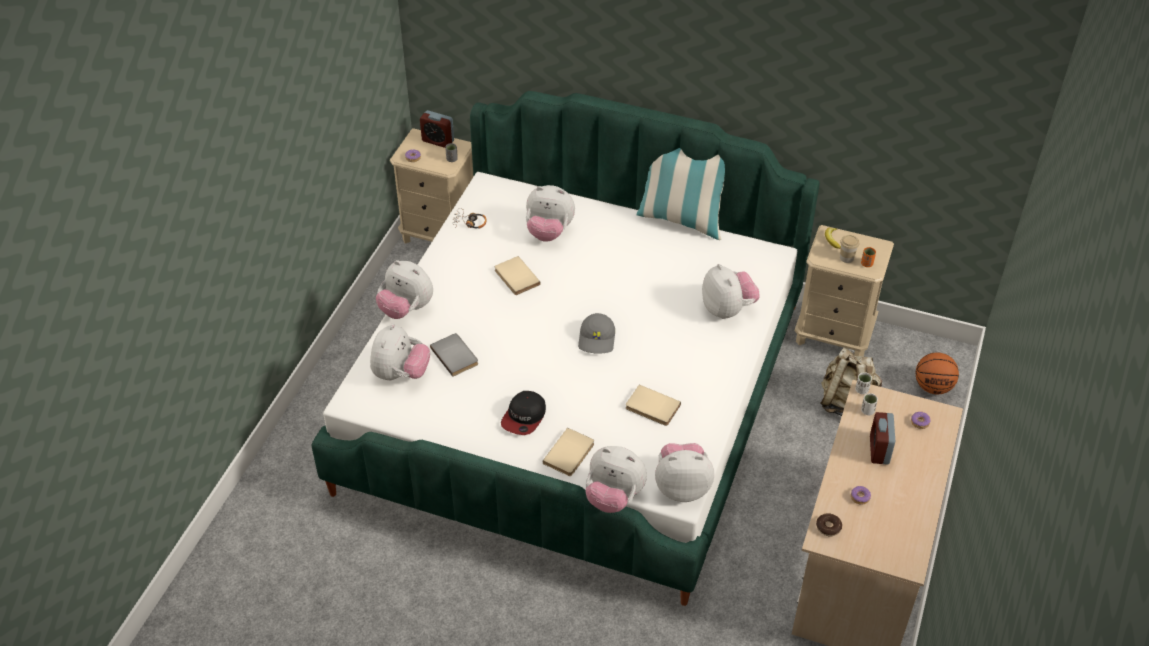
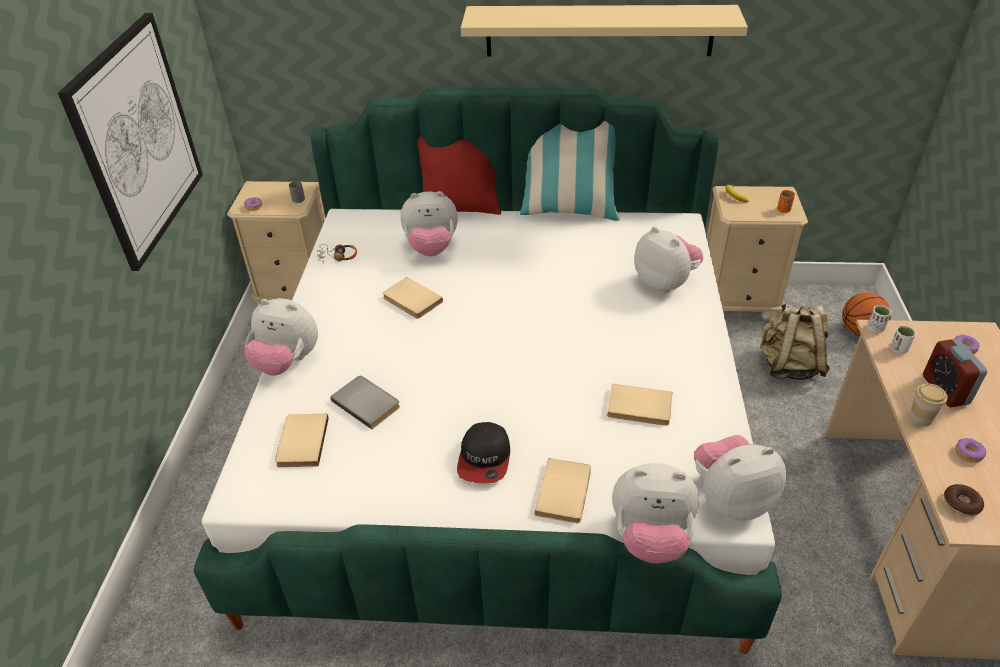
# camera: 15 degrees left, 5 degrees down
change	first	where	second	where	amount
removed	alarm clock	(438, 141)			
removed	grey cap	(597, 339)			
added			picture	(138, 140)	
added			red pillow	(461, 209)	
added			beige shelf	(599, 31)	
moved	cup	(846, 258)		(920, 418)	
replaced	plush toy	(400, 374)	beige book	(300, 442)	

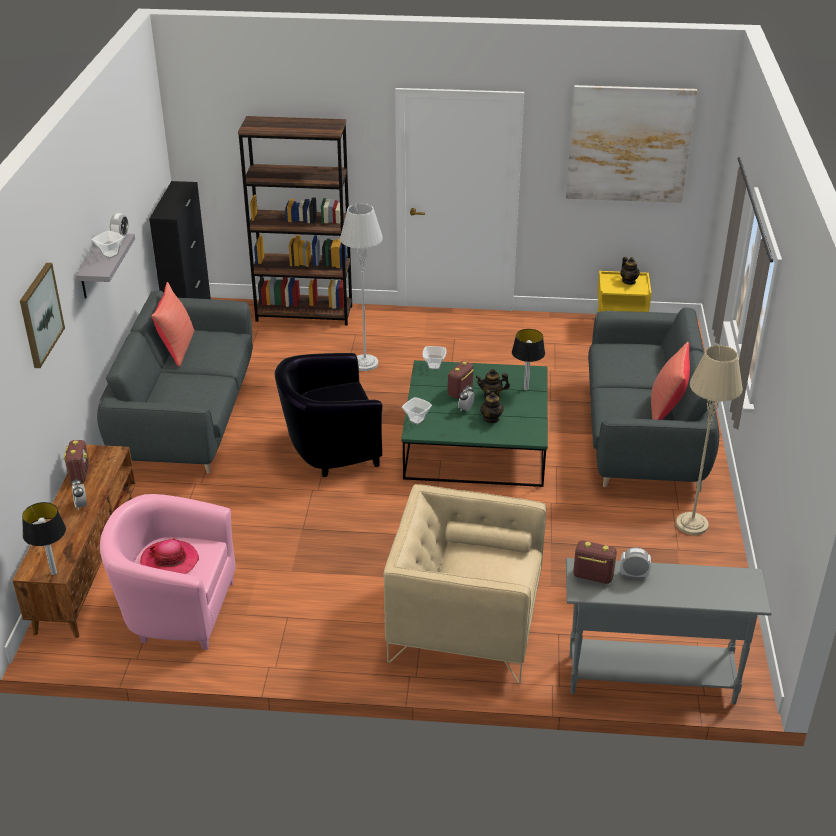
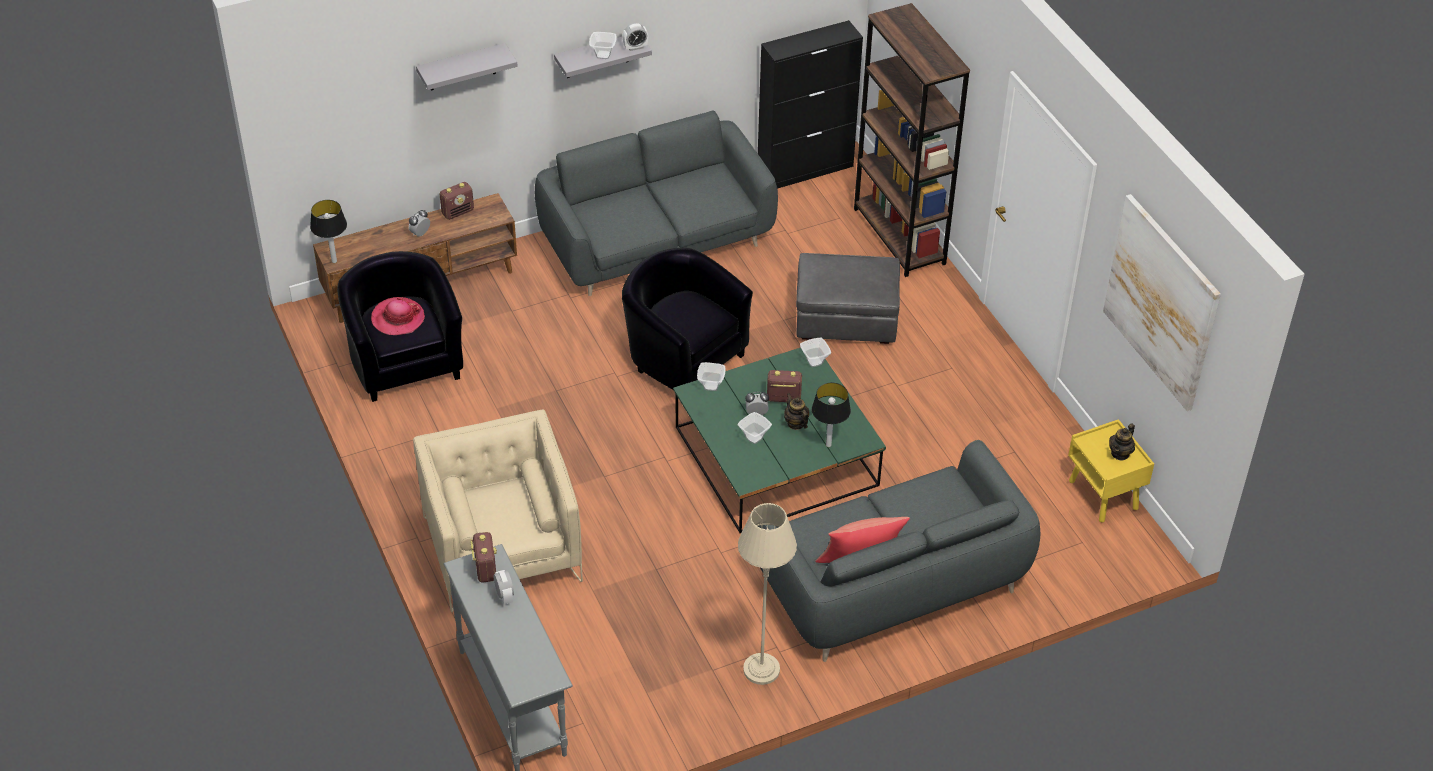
# camera: 60 degrees right, 10 degrees up
change	first	where	second	where	amount
removed	red pillow	(177, 348)			
replaced	picture	(40, 314)	grey shelf	(462, 67)	
replaced	grey floor lamp	(365, 363)	grey ottoman	(846, 320)	
replaced	teapot	(491, 418)	bowl	(755, 438)	
recoloured	pink armchair	(175, 609)	black armchair	(404, 361)	

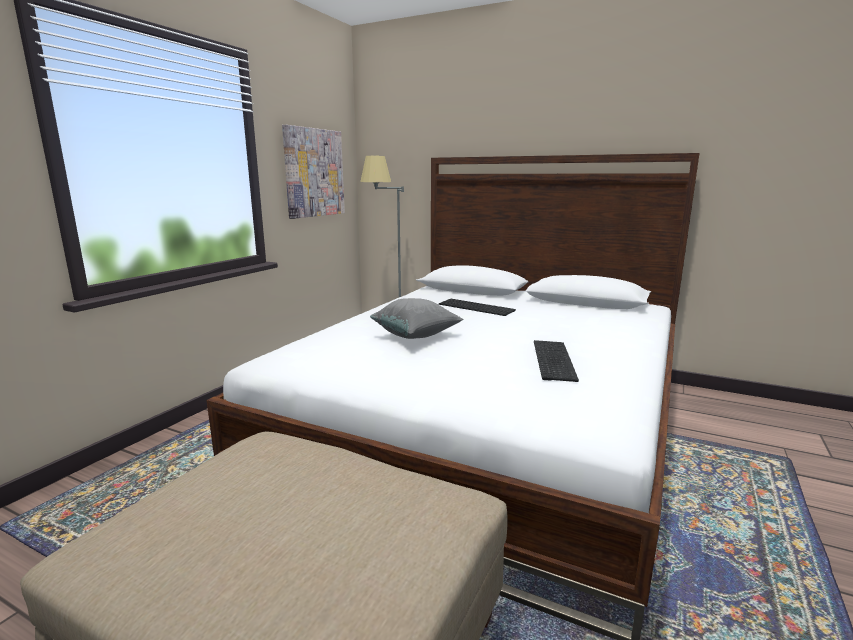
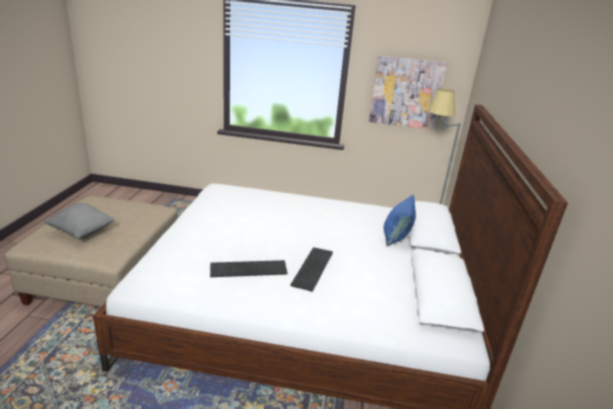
# camera: 70 degrees right, 10 degrees up
change	first	where	second	where	amount
added			blue pillow	(396, 237)	
moved	grey pillow	(415, 336)		(81, 231)	
moved	keyboard	(477, 307)		(314, 269)	

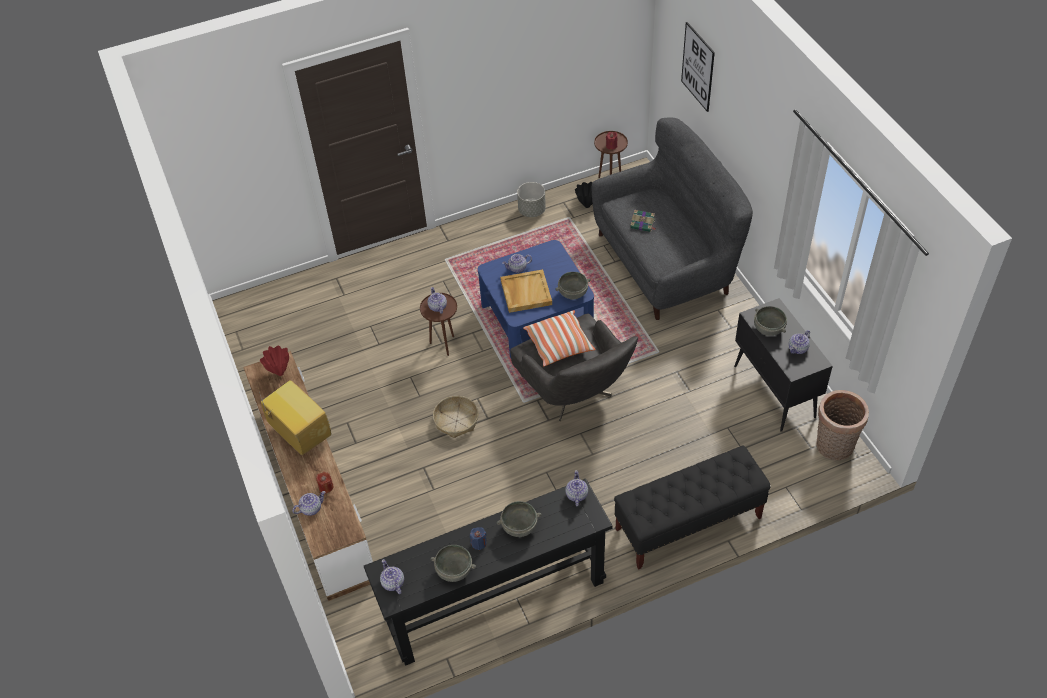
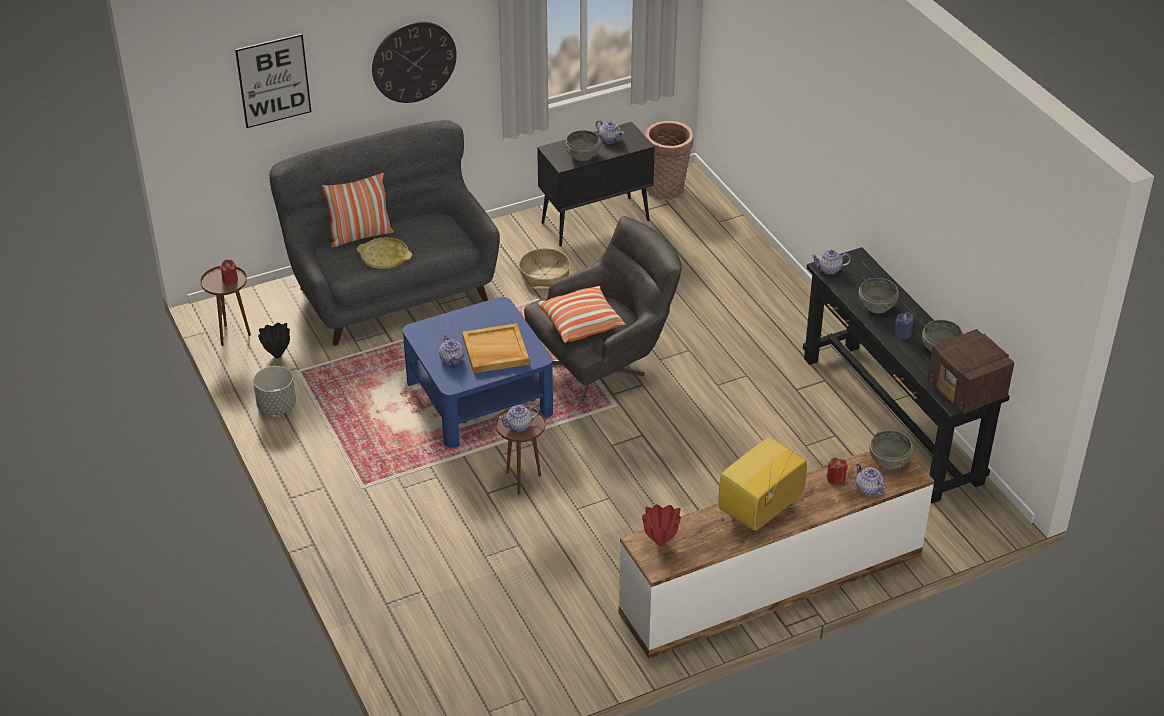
# camera: 95 degrees left, 10 degrees down
change	first	where	second	where	amount
removed	black bench	(688, 524)			
added			pillow	(360, 236)	
added			wall clock	(414, 62)	
moved	basket	(456, 421)		(545, 274)	
moved	grey bowl	(573, 293)		(889, 461)	
replaced	teapot	(392, 583)	radio	(966, 392)	
replaced	book	(643, 224)	yellow tray	(384, 257)	

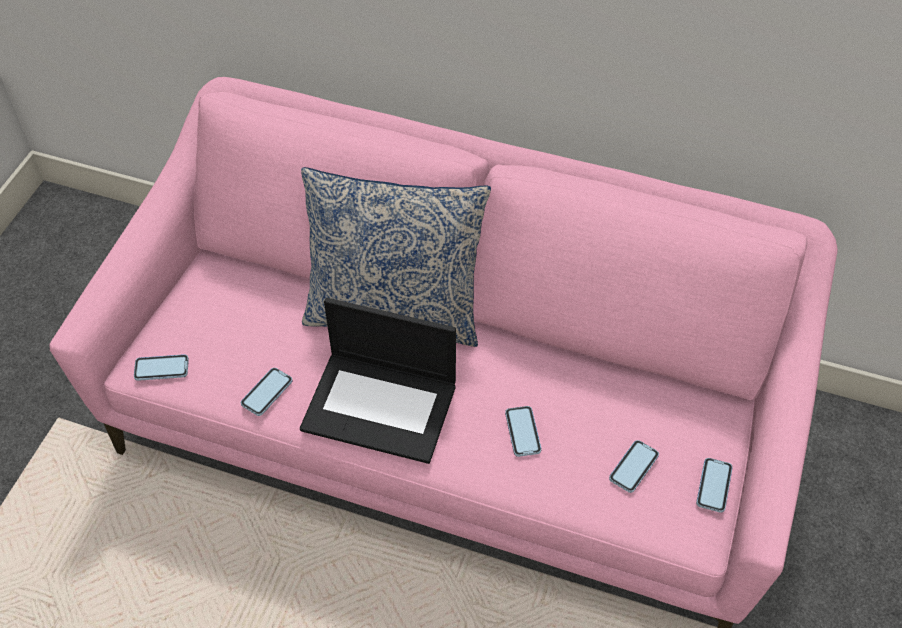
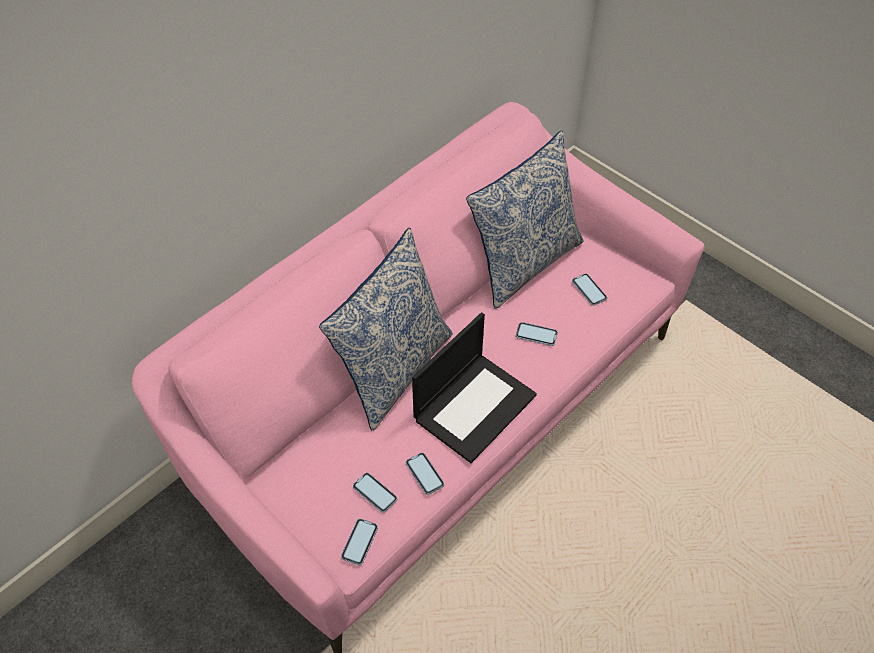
# camera: 65 degrees left, 0 degrees up
change	first	where	second	where	amount
added			pillow	(523, 262)	
moved	phone	(714, 486)		(375, 493)	

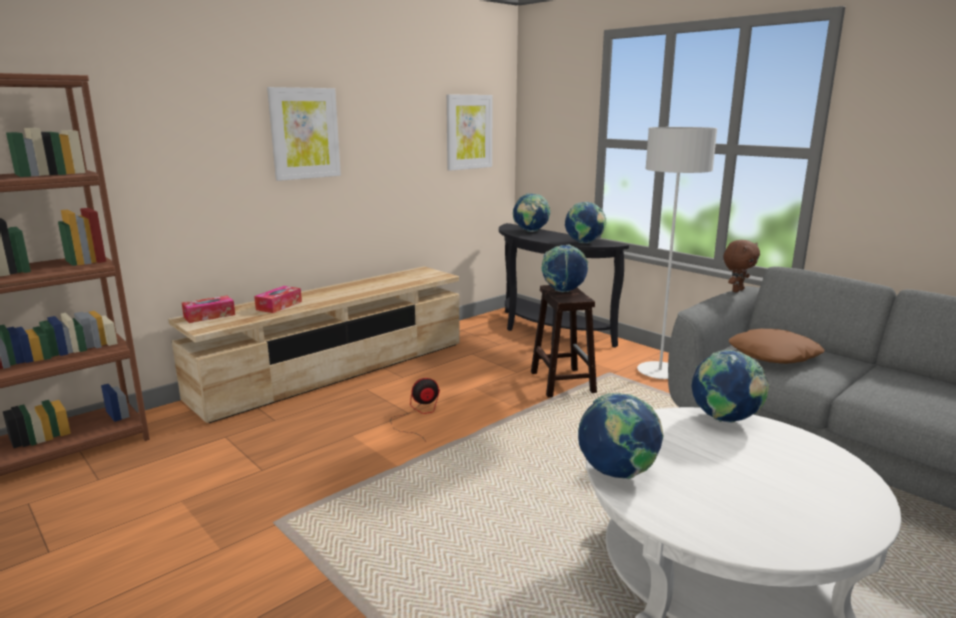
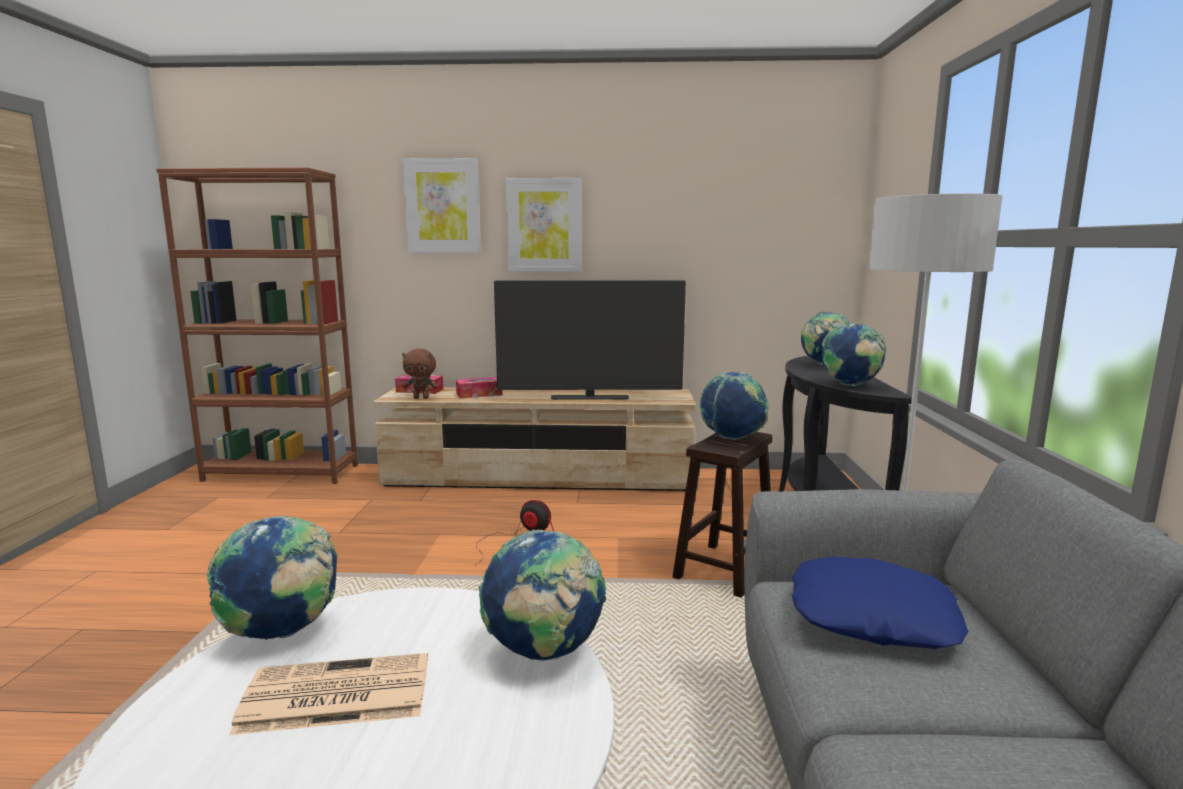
# camera: 45 degrees right, 5 degrees down
change	first	where	second	where	amount
added			newspaper	(333, 695)	
added			television	(589, 398)	
moved	picture	(469, 132)		(442, 206)	
moved	brown plush toy	(737, 290)		(421, 398)	
recoloured	brown pillow	(773, 354)	blue pillow	(872, 616)	

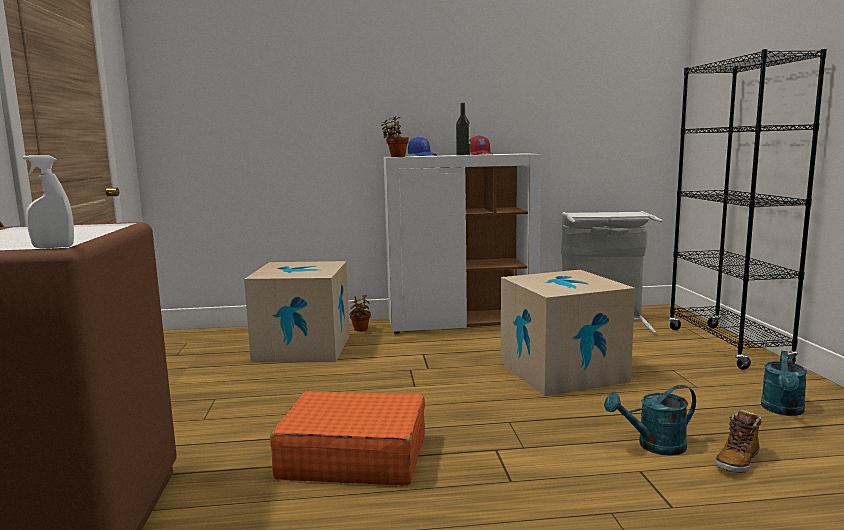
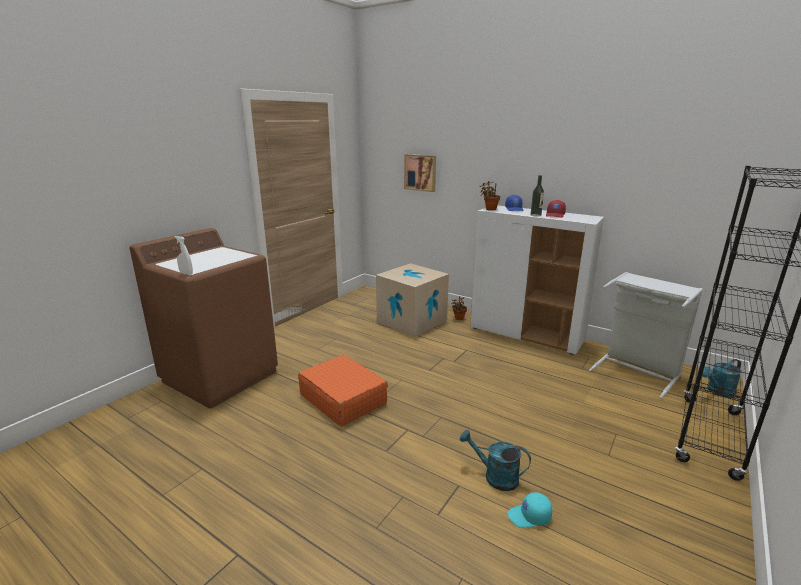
# camera: 40 degrees right, 10 degrees up
change	first	where	second	where	amount
removed	cardboard box	(562, 372)			
added			picture	(420, 172)	
moved	turquoise watering can	(783, 410)		(717, 392)	
replaced	boot	(737, 461)	turquoise cap	(529, 517)	

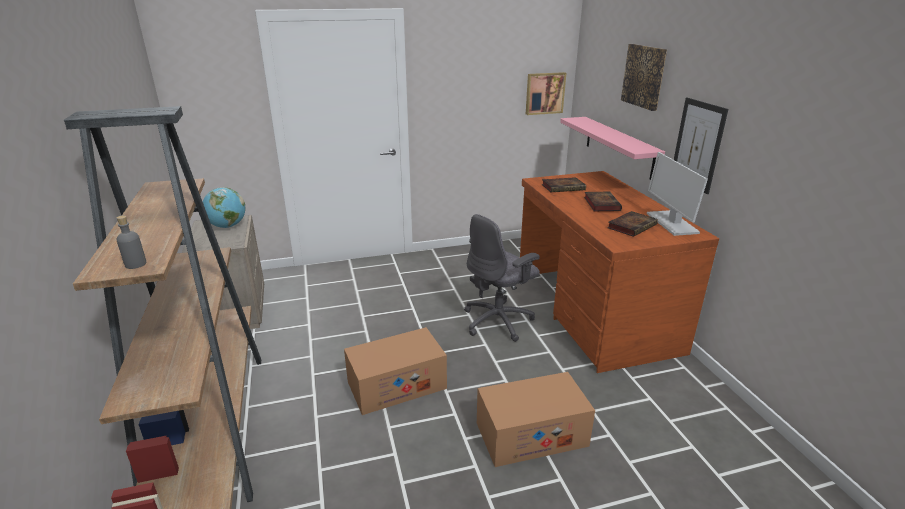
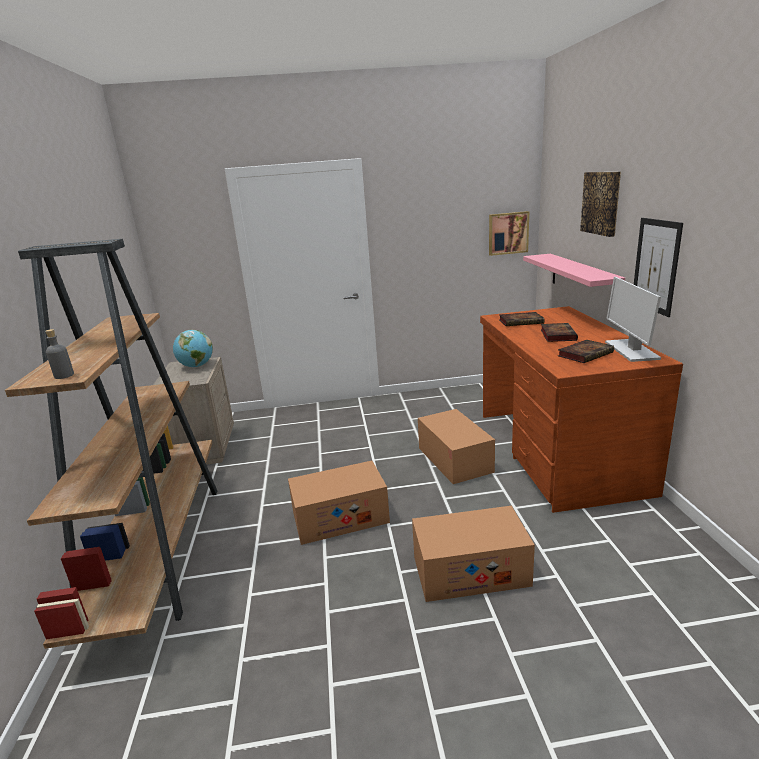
# camera: 10 degrees right, 5 degrees down
change	first	where	second	where	amount
replaced	grey office chair	(498, 321)	cardboard box	(454, 459)	

